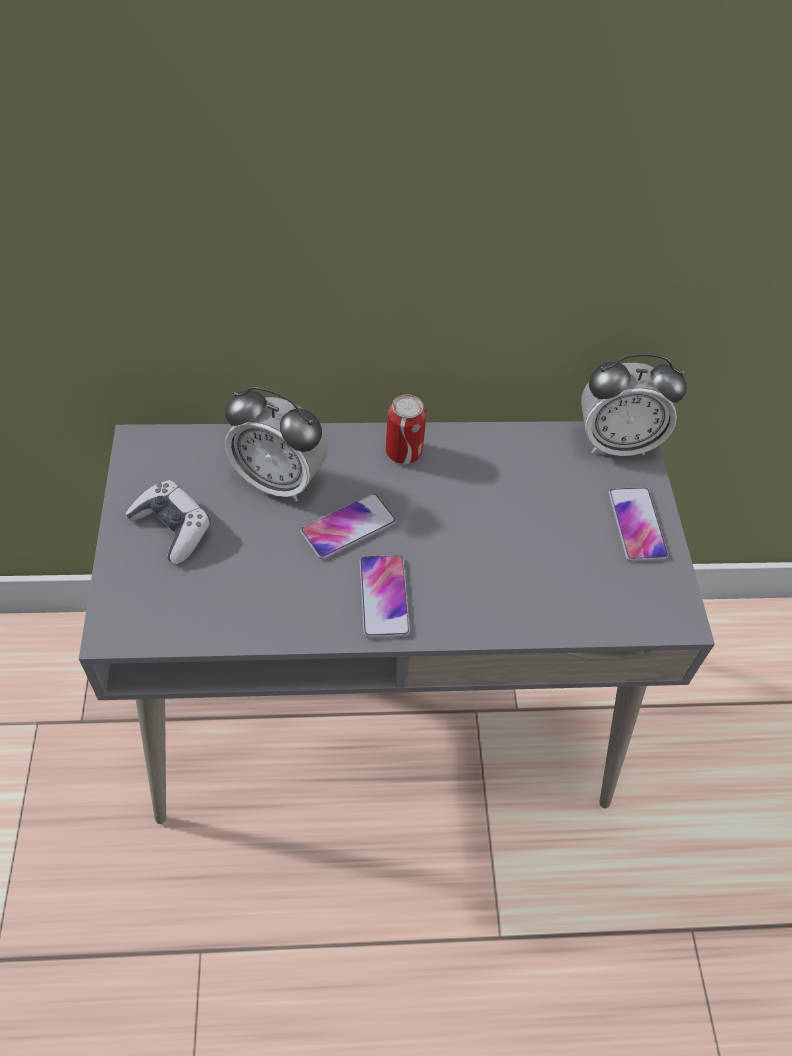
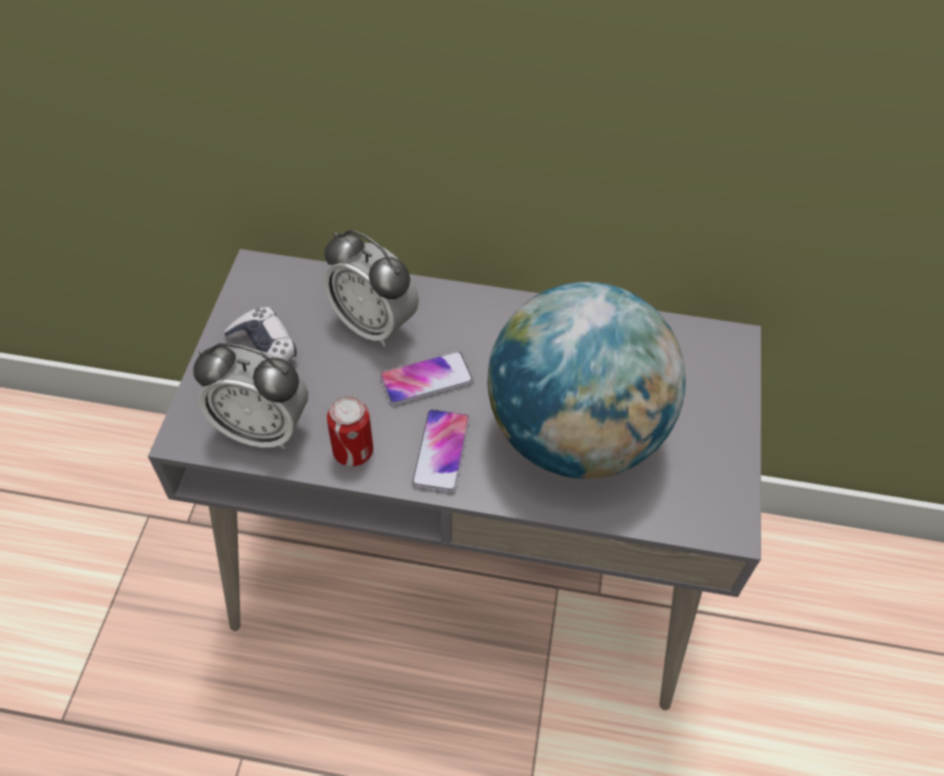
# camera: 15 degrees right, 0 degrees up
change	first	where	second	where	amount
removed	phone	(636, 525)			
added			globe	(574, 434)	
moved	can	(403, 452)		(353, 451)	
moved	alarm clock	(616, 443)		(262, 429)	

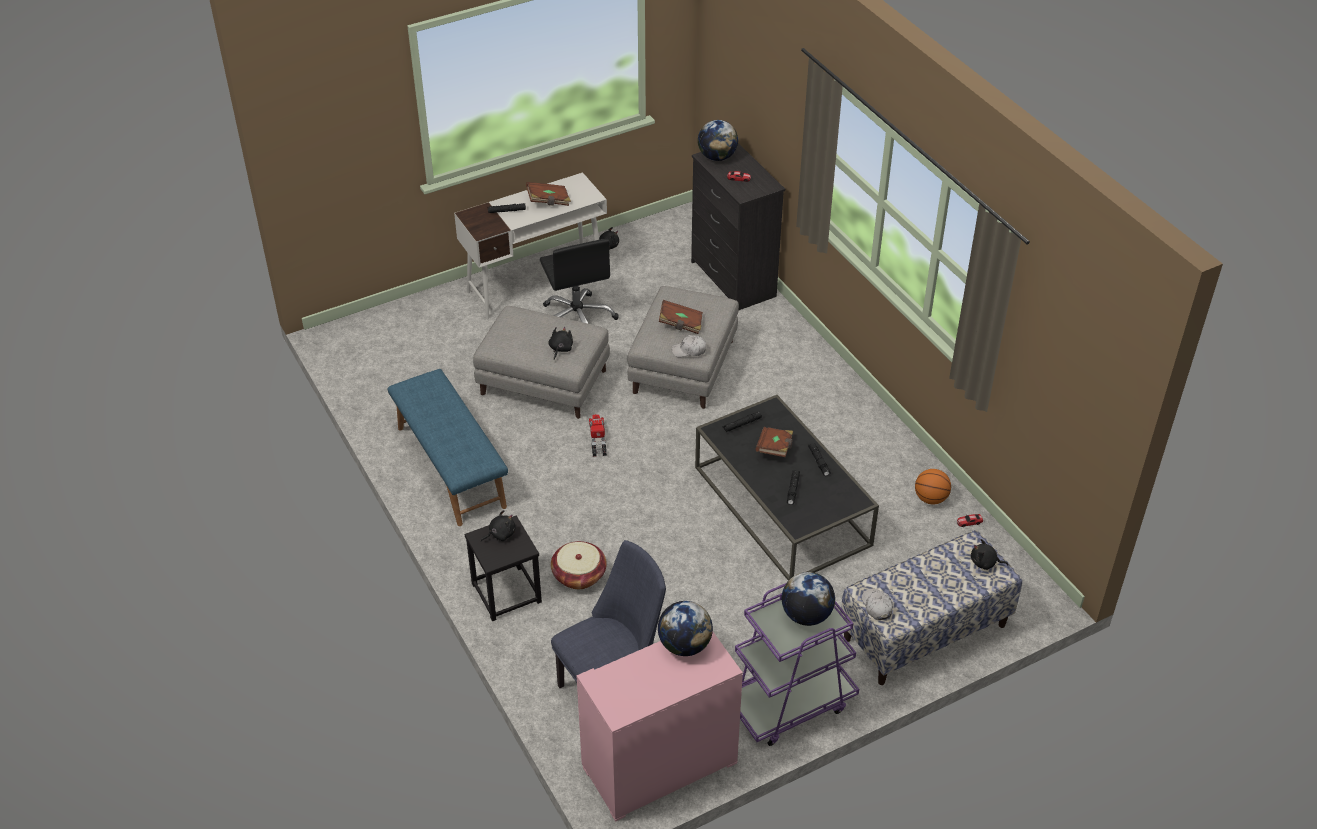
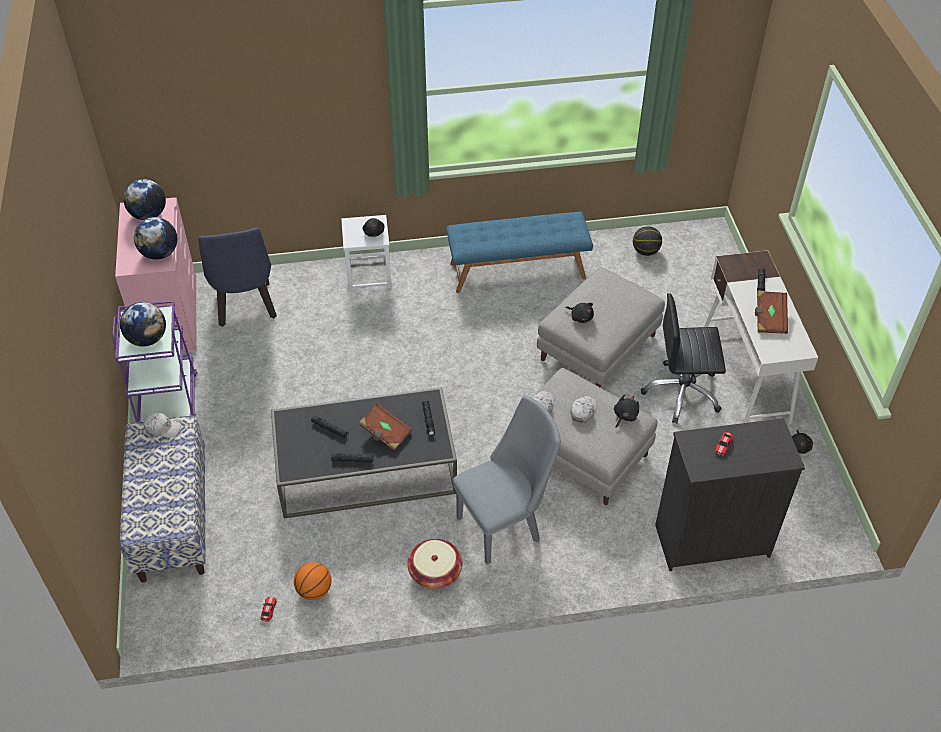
# camera: 110 degrees right, 5 degrees up
change	first	where	second	where	amount
removed	toy truck	(598, 439)			
added			grey chair	(504, 525)	
added			basketball	(645, 251)	
moved	basket	(579, 575)		(435, 572)	
moved	globe	(717, 157)		(148, 215)	
moved	black plush toy	(985, 563)		(624, 416)	
replaced	brown book	(680, 324)	white cap	(583, 411)	
recoloured	black stool	(506, 593)	white stool	(369, 274)	

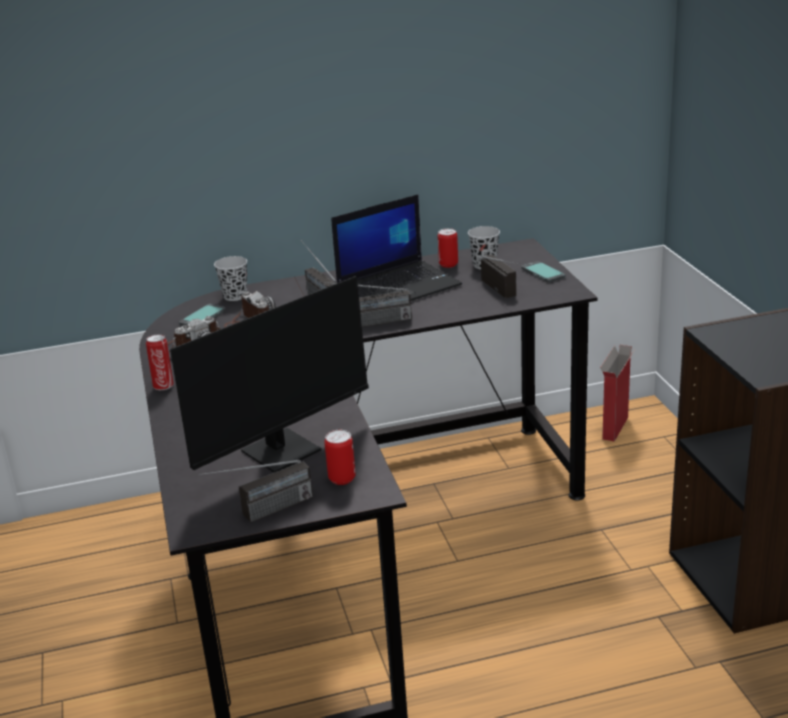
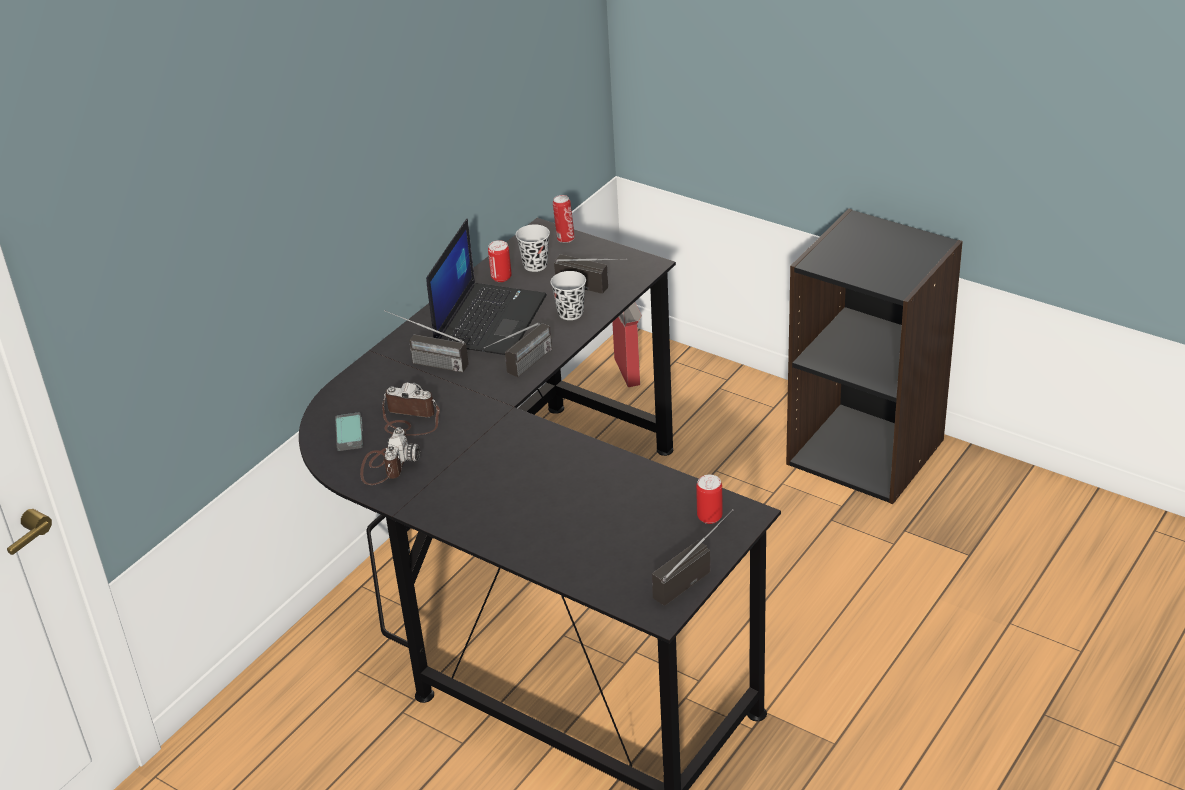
# camera: 40 degrees left, 10 degrees up
change	first	where	second	where	amount
removed	monitor	(291, 447)			
removed	phone	(542, 273)			
moved	can	(163, 386)		(565, 238)	
moved	black cup	(235, 296)		(570, 313)	
turned	radio	(262, 513)		(692, 575)	150 degrees counterclockwise

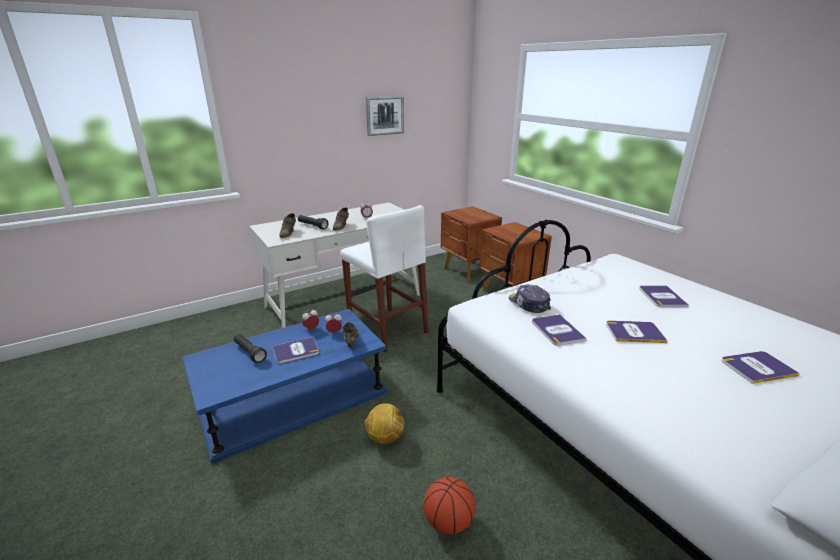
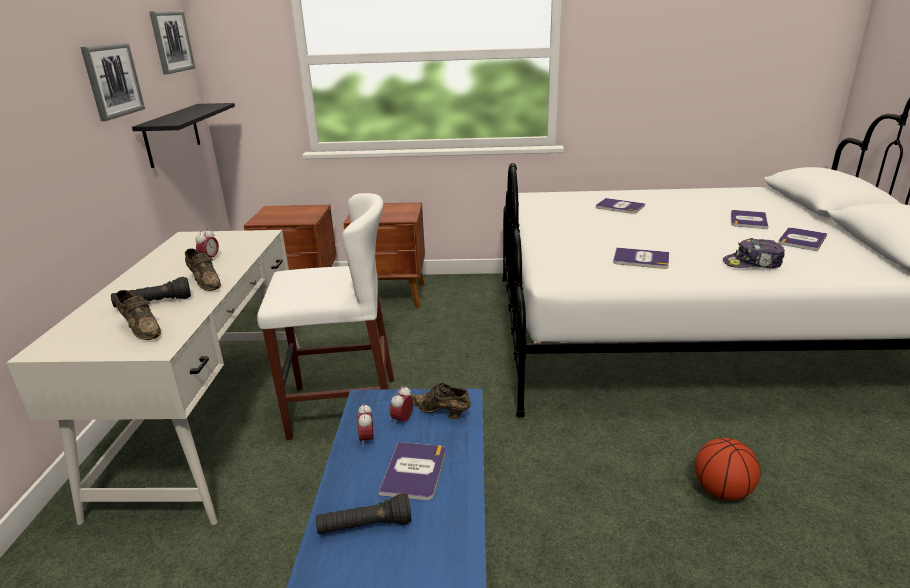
# camera: 55 degrees left, 0 degrees up
change	first	where	second	where	amount
removed	football	(385, 438)			
added			black shelf	(172, 134)	
added			picture	(171, 41)	
moved	cap	(528, 304)		(752, 264)	
moved	book	(634, 332)		(802, 240)	

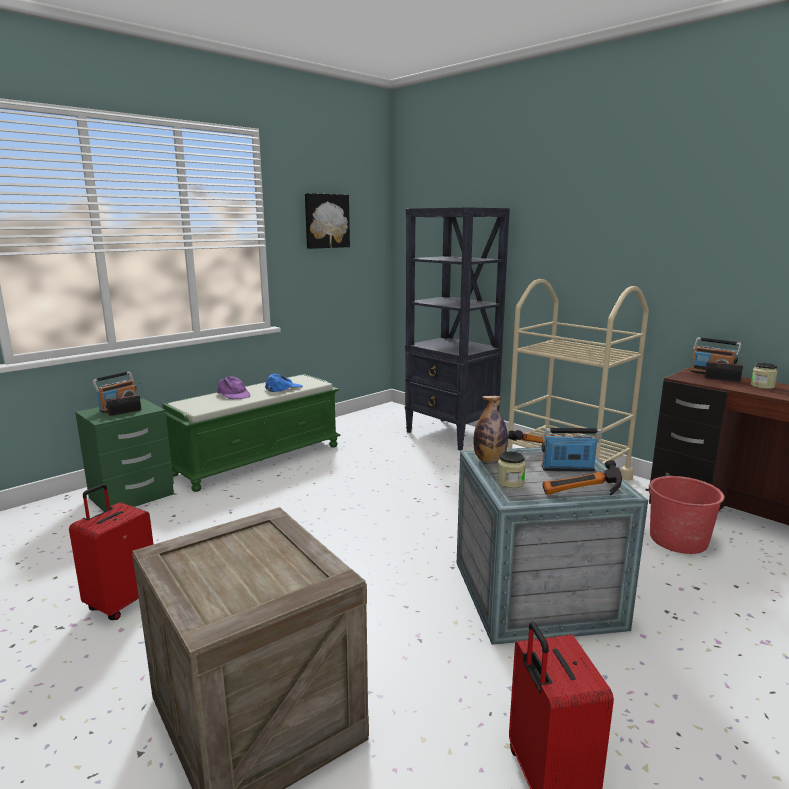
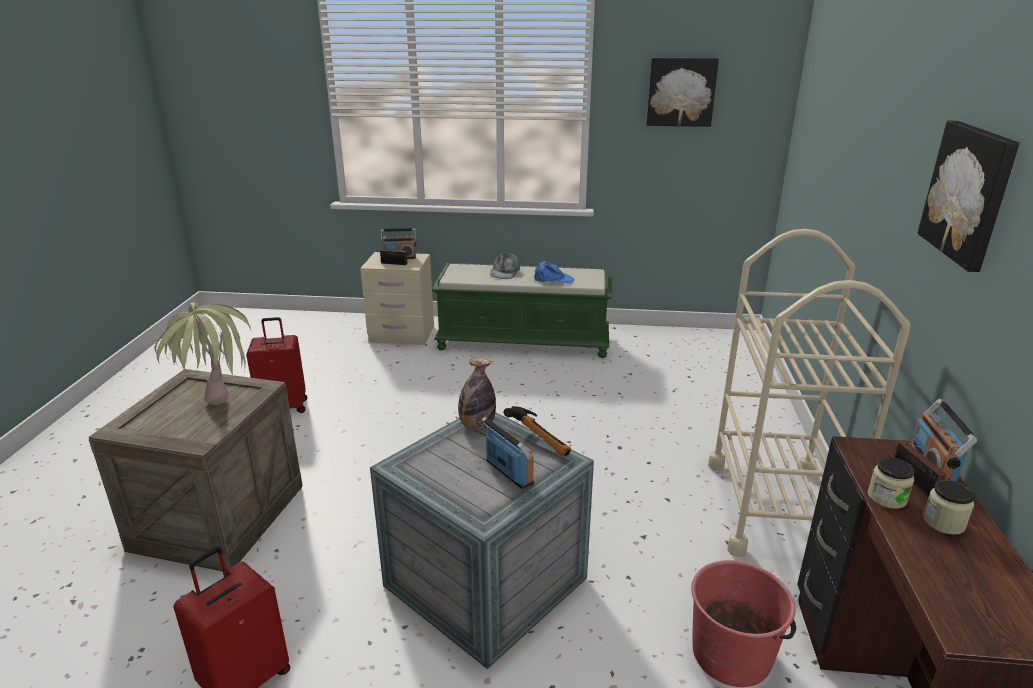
# camera: 50 degrees right, 10 degrees up
change	first	where	second	where	amount
removed	black bookcase	(451, 434)			
removed	hammer	(582, 495)			
added			potted plant	(219, 415)	
added			picture	(969, 193)	
moved	jar	(510, 482)		(887, 497)	
recoloured	green nightstand	(132, 496)	beige nightstand	(402, 334)	
recoloured	purple cap	(233, 394)	grey cap	(505, 272)	

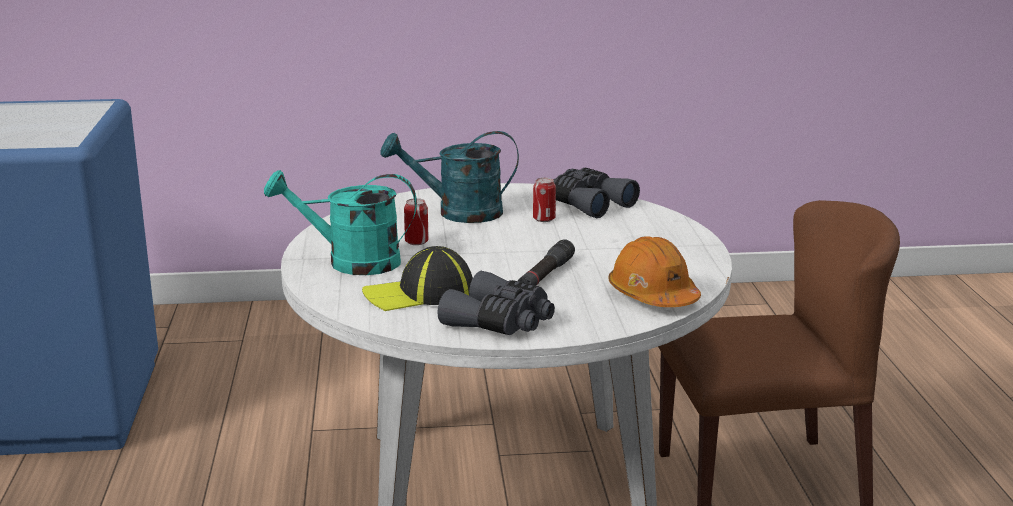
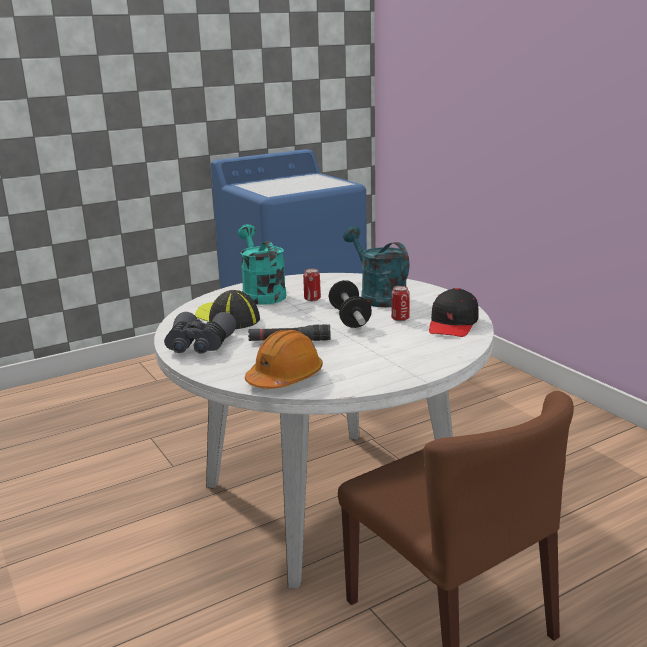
# camera: 65 degrees right, 0 degrees up
change	first	where	second	where	amount
added			dumbbell	(349, 318)	
replaced	grey binoculars	(588, 204)	black cap	(453, 324)	

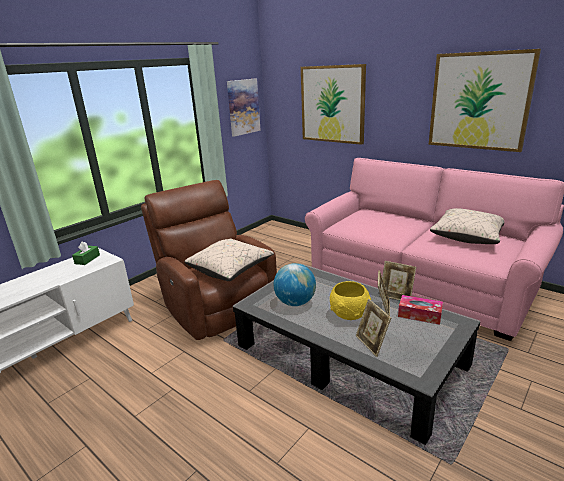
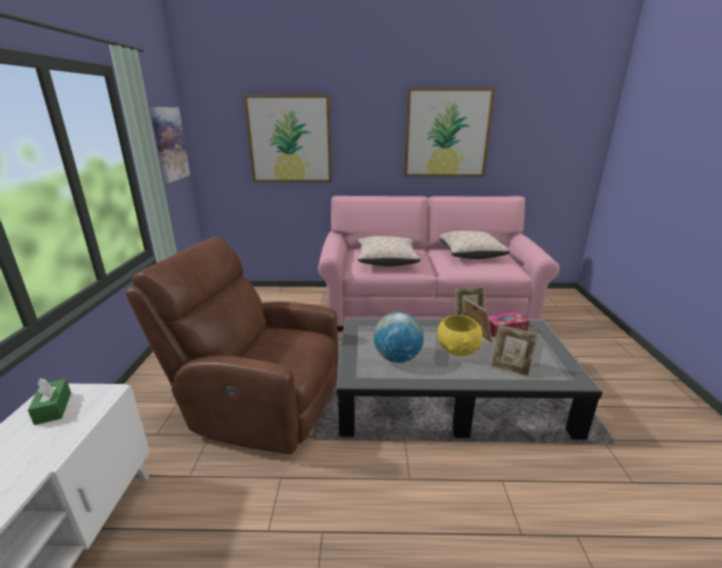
# camera: 40 degrees left, 0 degrees up
change	first	where	second	where	amount
moved	beige pillow	(230, 269)		(387, 261)	

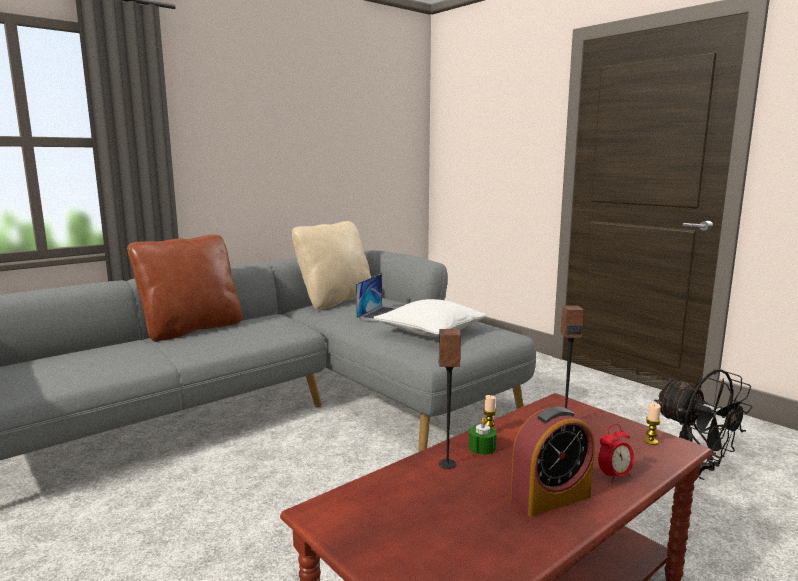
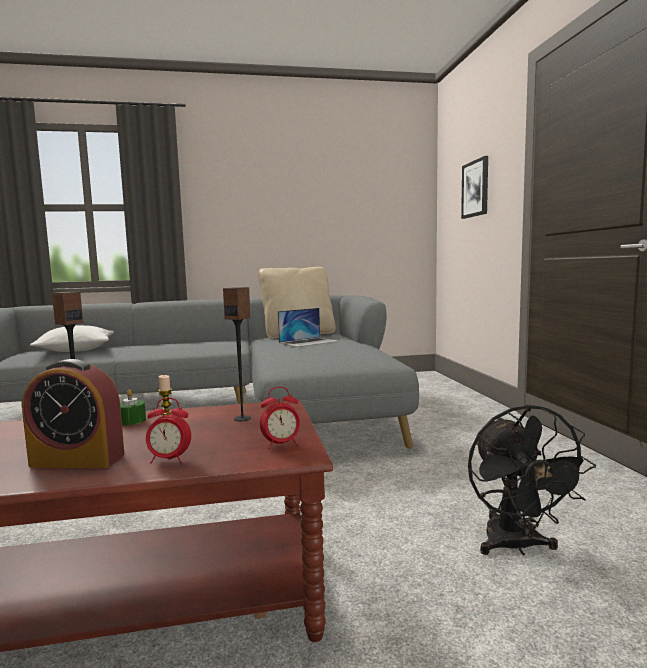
# camera: 30 degrees right, 5 degrees down
change	first	where	second	where	amount
removed	brown pillow	(192, 329)			
added			picture	(475, 188)	
moved	white pillow	(430, 331)		(76, 350)	
replaced	candle	(650, 441)	alarm clock	(281, 445)	

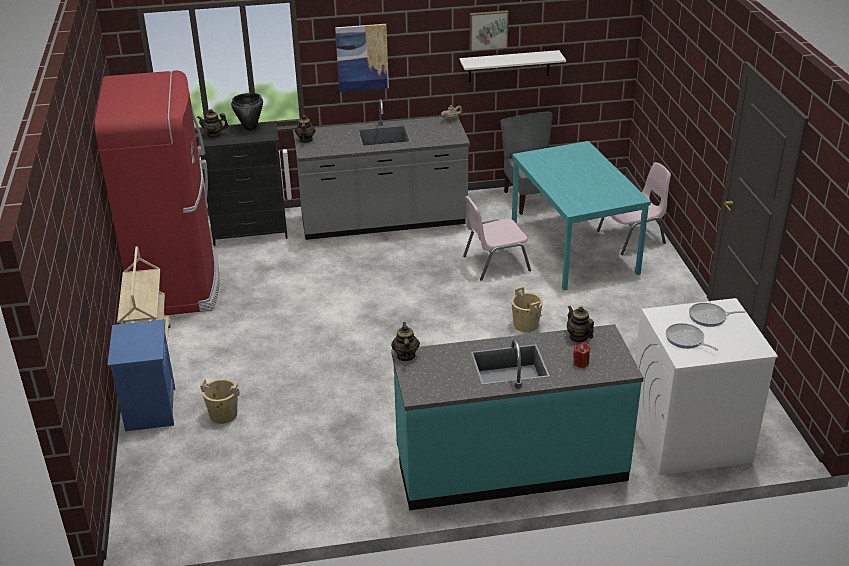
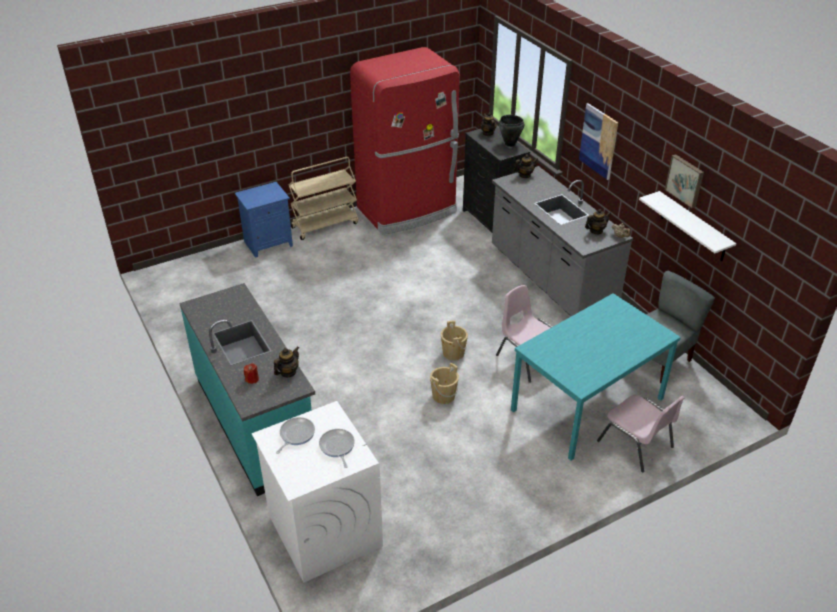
# camera: 70 degrees right, 5 degrees up
change	first	where	second	where	amount
moved	beige bucket	(223, 414)		(453, 353)	
moved	teapot	(405, 356)		(596, 231)	

